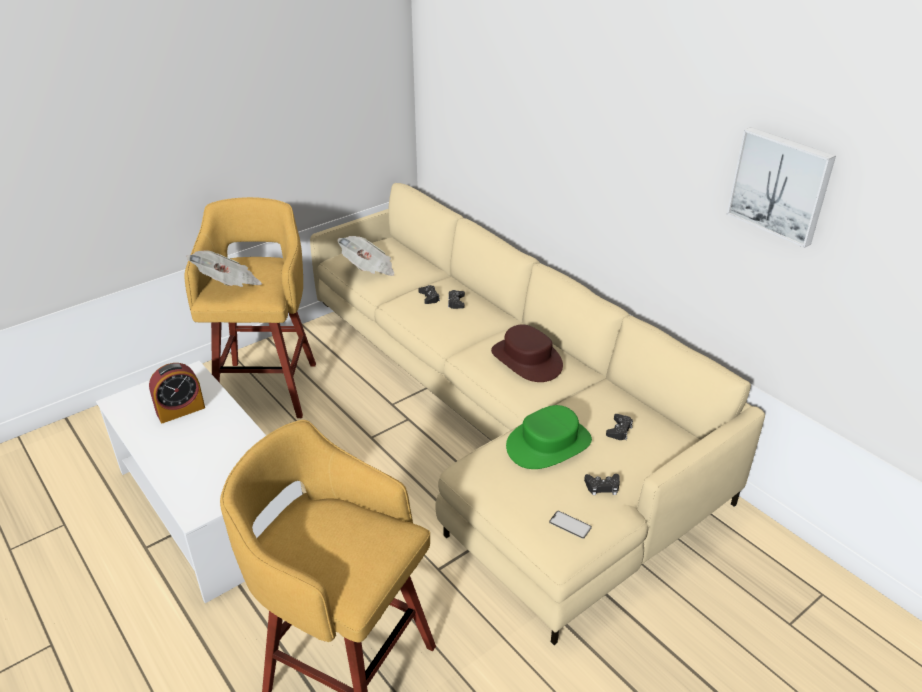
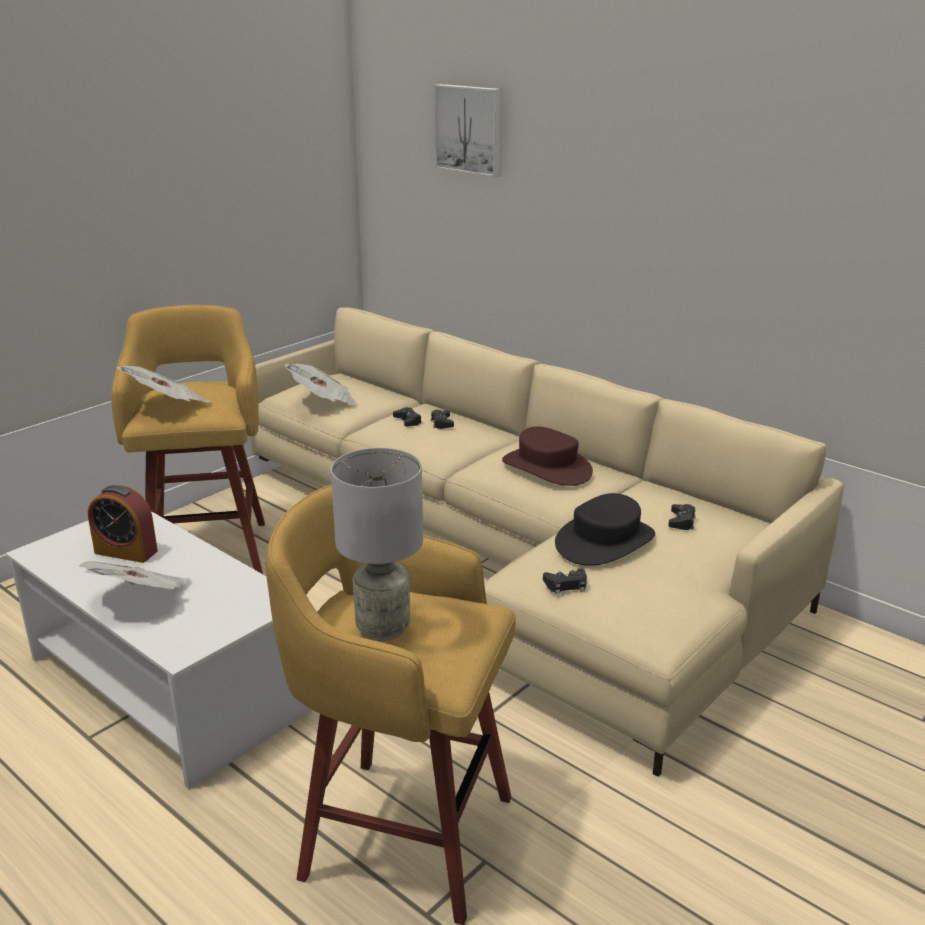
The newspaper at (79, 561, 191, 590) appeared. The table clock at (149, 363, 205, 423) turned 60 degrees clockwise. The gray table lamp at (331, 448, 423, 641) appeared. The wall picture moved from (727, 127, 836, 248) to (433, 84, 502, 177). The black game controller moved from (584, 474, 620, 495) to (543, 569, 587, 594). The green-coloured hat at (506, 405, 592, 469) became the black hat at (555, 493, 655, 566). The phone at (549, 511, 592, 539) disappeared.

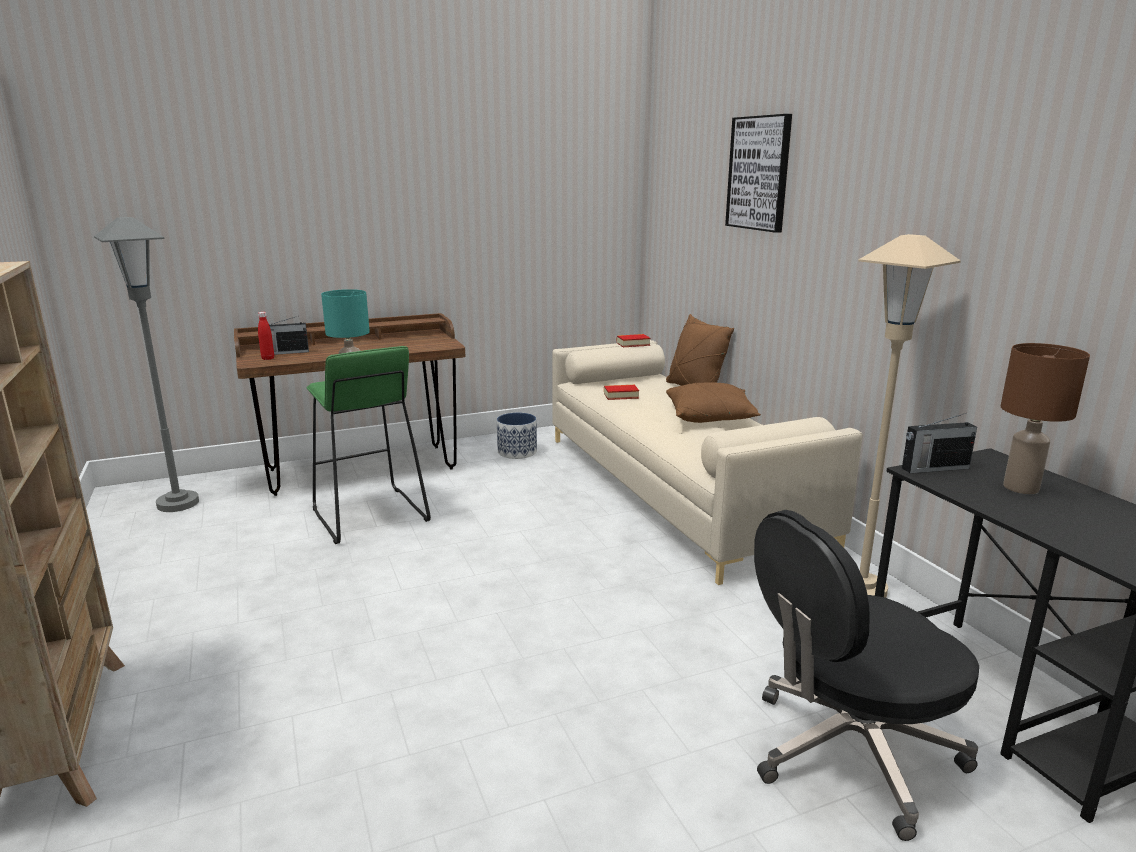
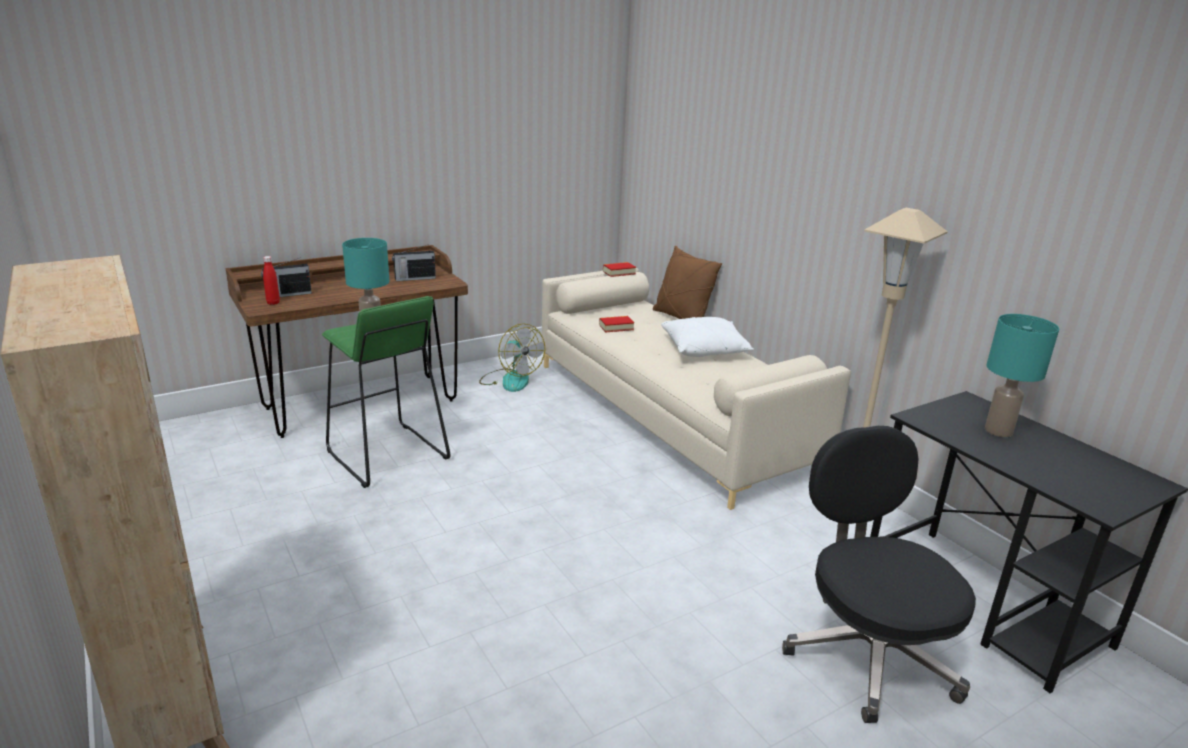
The radio moved from (902, 413, 977, 473) to (392, 245, 436, 281). The plant pot at (497, 413, 537, 459) was replaced by the fan at (479, 323, 545, 392). The brown-coloured throw pillow at (666, 383, 761, 423) became the whitish throw pillow at (661, 317, 754, 357). The black computer chair at (754, 510, 979, 841) turned 105 degrees clockwise. The brown-coloured table lamp at (1001, 343, 1090, 494) became the blue-green table lamp at (985, 314, 1059, 437). The gray standard lamp at (94, 217, 199, 512) disappeared. The wall picture at (725, 114, 792, 233) disappeared.

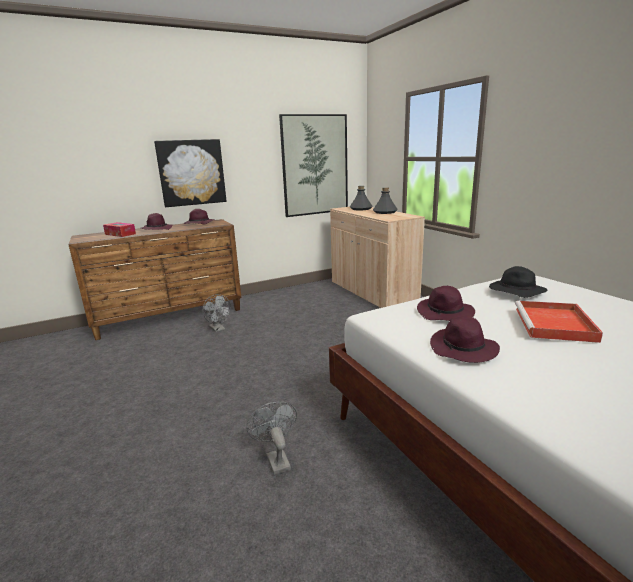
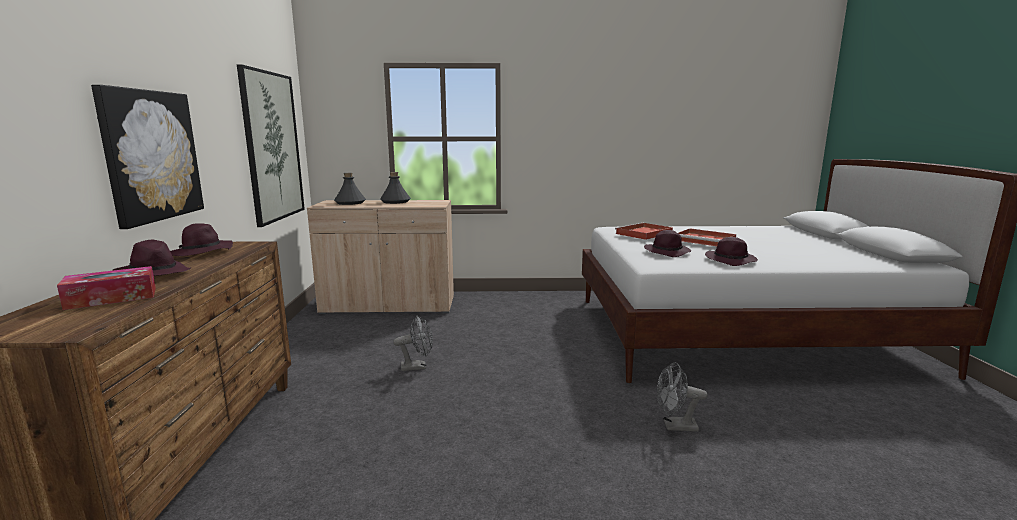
The gray fan moved from (202, 294, 231, 332) to (393, 315, 433, 371). The black hat at (489, 266, 547, 298) was replaced by the reddish serving tray at (615, 223, 673, 240).

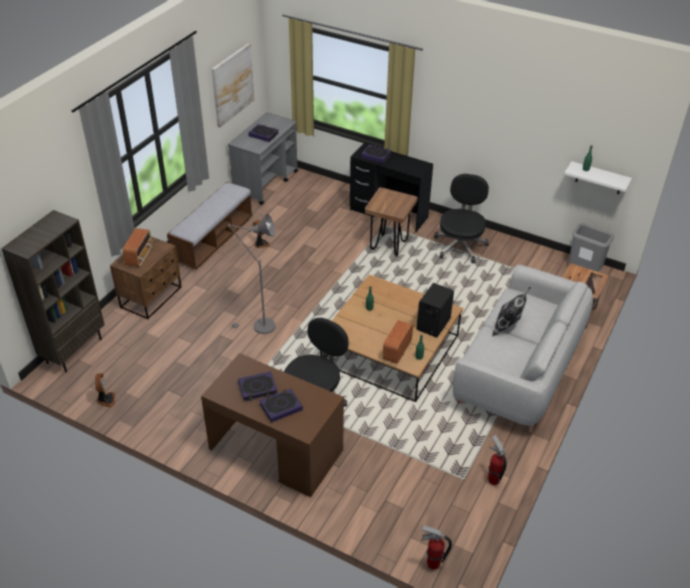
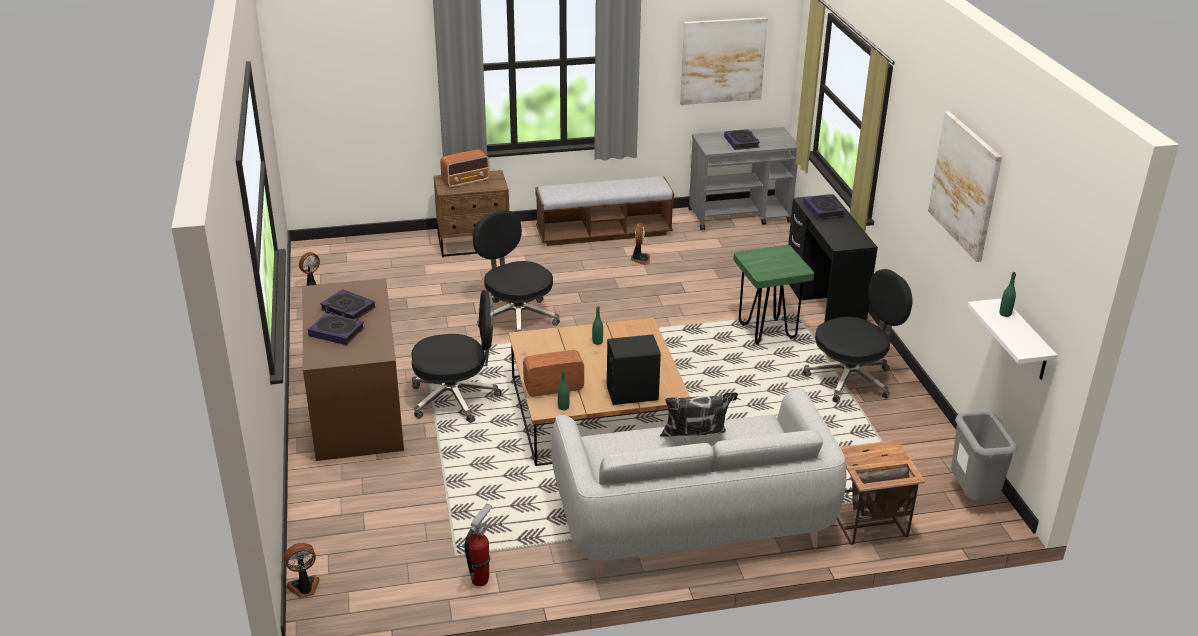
The fire extinguisher at (421, 525, 452, 570) was replaced by the fan at (284, 543, 319, 598). The gray standard lamp at (228, 214, 276, 334) was replaced by the black computer chair at (473, 210, 560, 332). The brown-coloured sitting stool at (365, 187, 417, 256) became the green-coloured sitting stool at (733, 245, 814, 345). The wall picture at (928, 111, 1002, 262) appeared. The brown-coloured bookcase at (1, 210, 105, 373) disappeared.

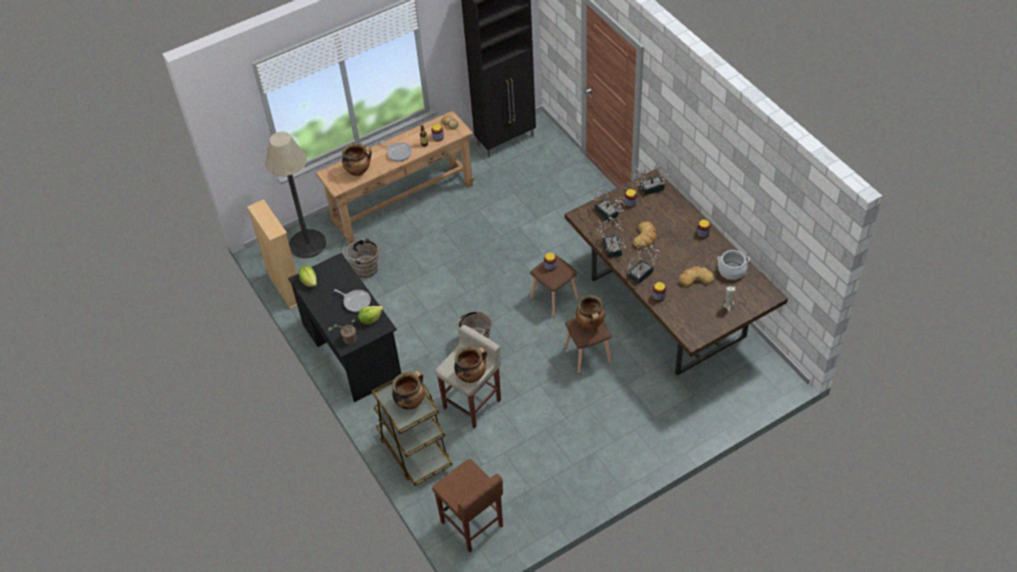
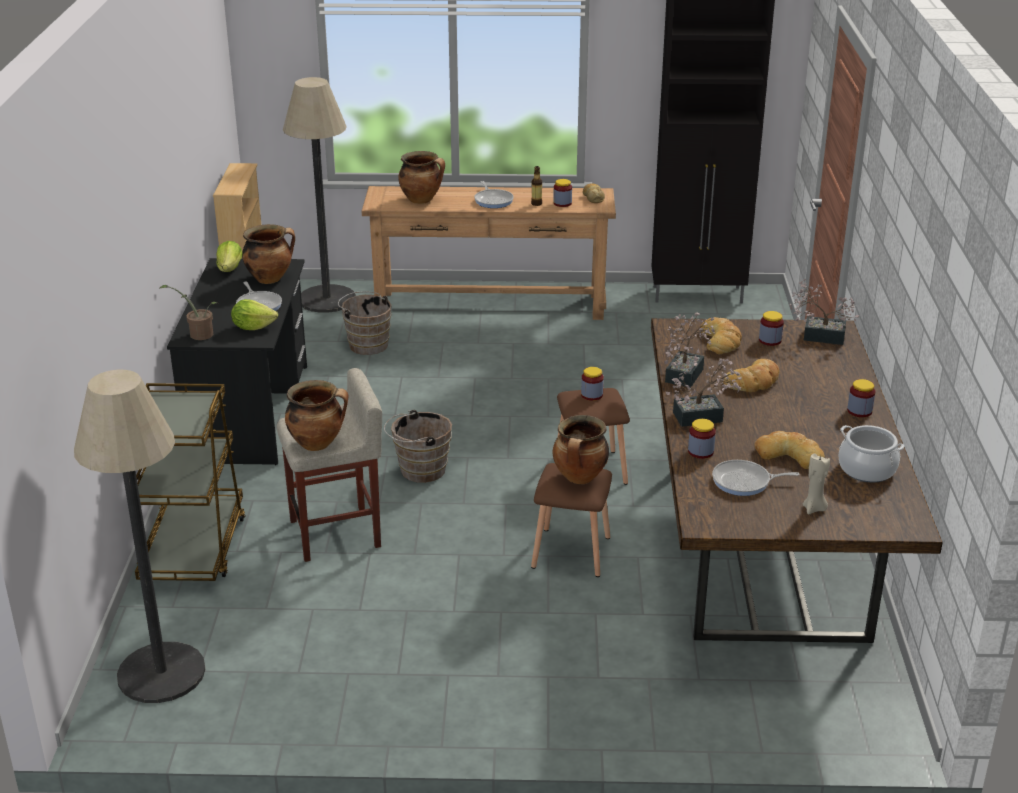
The brown-coloured sitting stool at (432, 459, 503, 552) was replaced by the standard lamp at (74, 370, 206, 703). The saucepot moved from (392, 371, 425, 410) to (242, 224, 295, 284). The houseplant at (591, 189, 627, 222) was replaced by the bread at (700, 317, 742, 354). The pan at (712, 460, 799, 496) appeared.

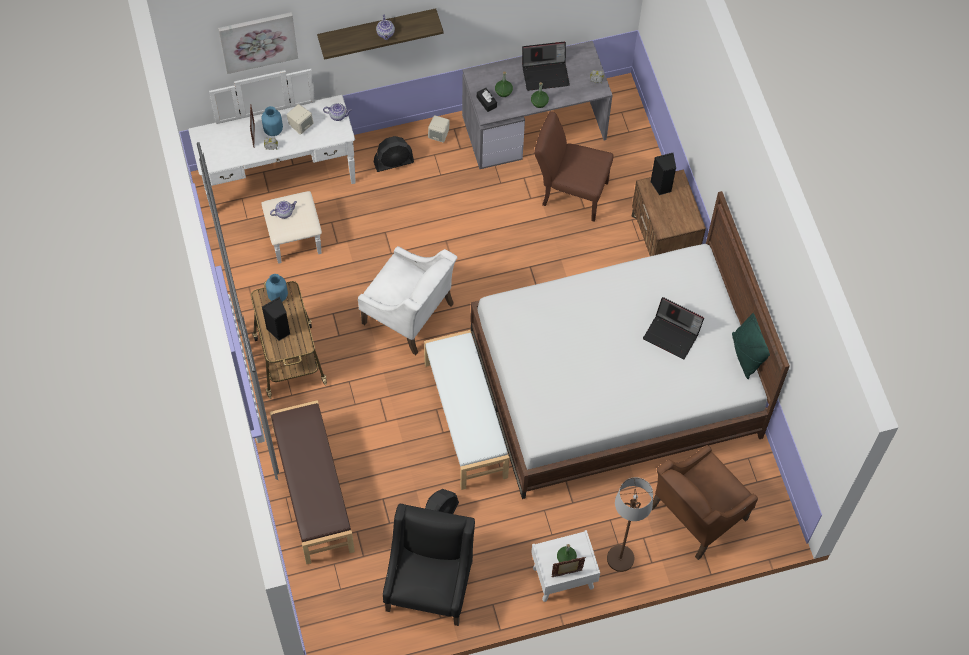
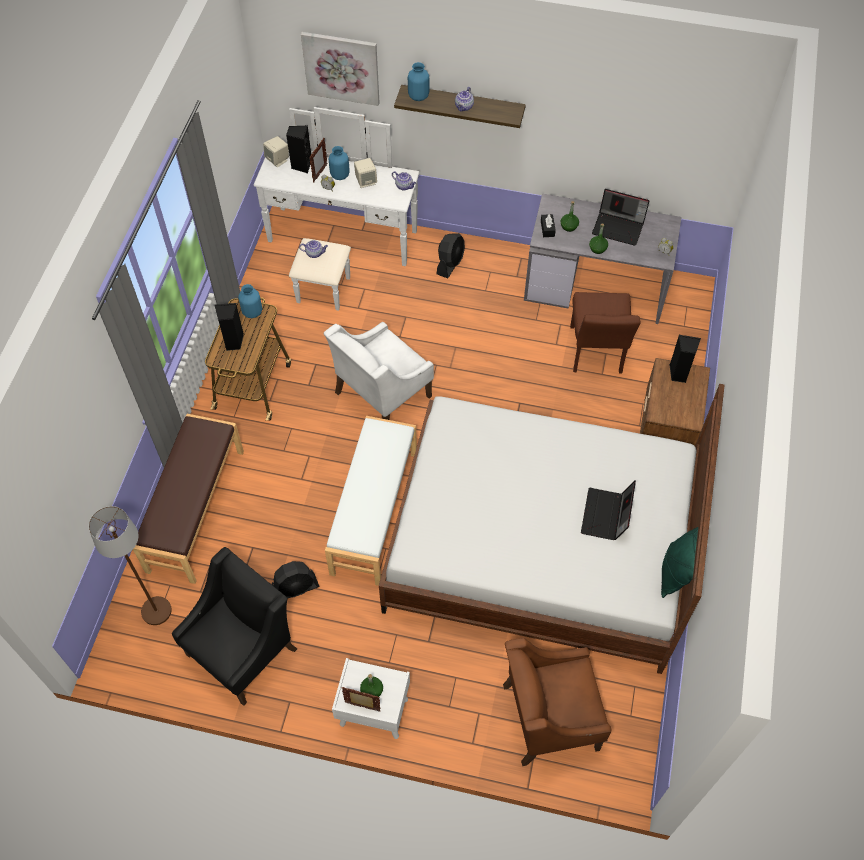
The brown-coloured standard lamp moved from (607, 477, 653, 572) to (89, 506, 172, 625). The sand-coloured speaker moved from (428, 115, 450, 143) to (263, 136, 289, 168). The black speaker at (286, 125, 311, 173) appeared. The whitish lounge chair at (358, 246, 457, 355) turned 75 degrees clockwise. The blue-coloured flower vase at (408, 62, 429, 101) appeared. The black fan at (374, 136, 414, 172) turned 75 degrees counterclockwise. The brown-coloured upright chair at (534, 111, 614, 222) turned 135 degrees counterclockwise. The notebook computer at (643, 297, 704, 359) turned 45 degrees clockwise.

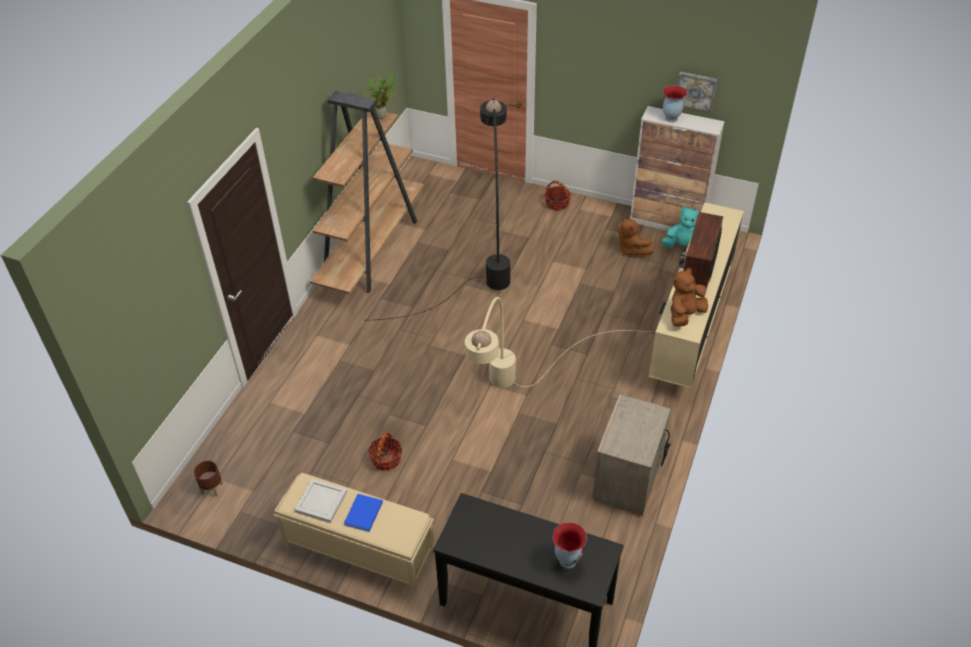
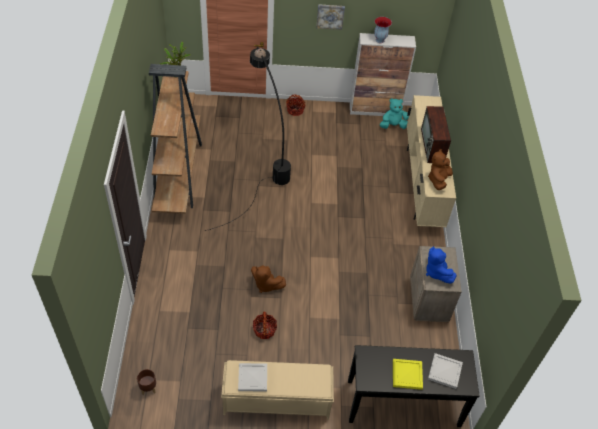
The brown-coloured soft toy moved from (617, 217, 655, 256) to (251, 265, 286, 293). The wall picture moved from (678, 72, 717, 113) to (316, 4, 345, 30). The yellow serving tray at (393, 359, 423, 390) appeared. The blue-coloured soft toy at (426, 246, 456, 284) appeared. The flower vase at (553, 522, 587, 568) was replaced by the whitish serving tray at (428, 353, 463, 389). The blue-coloured bound book at (344, 494, 383, 532) disappeared. The sand-coloured standard lamp at (465, 297, 649, 388) disappeared.

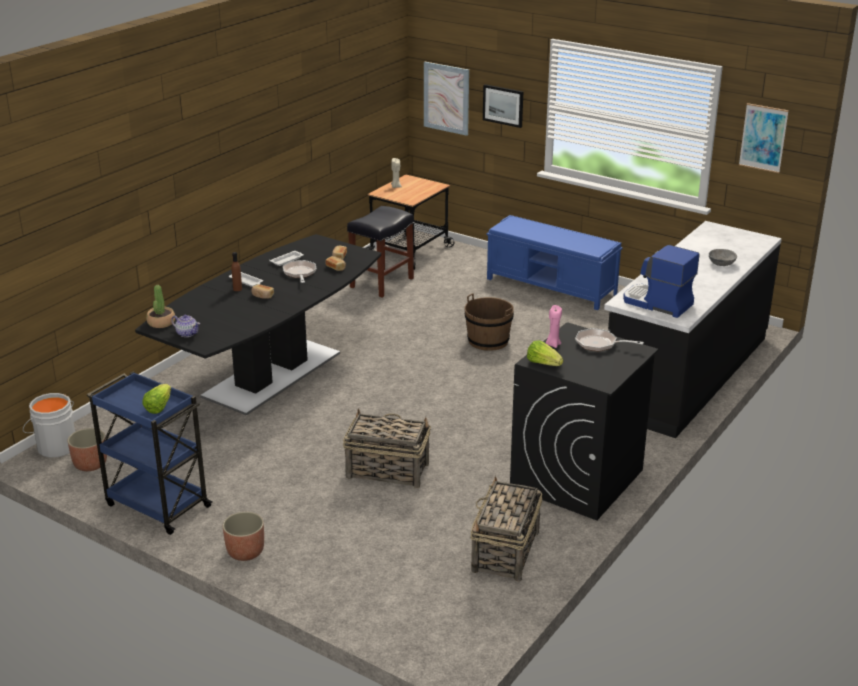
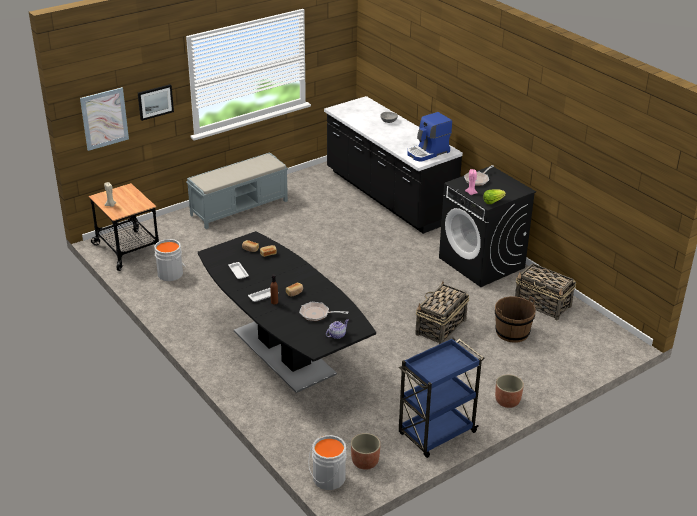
The black sitting stool at (347, 206, 414, 298) was replaced by the gray bucket at (154, 239, 186, 281). The blue-coloured long seat at (487, 215, 623, 310) became the gray long seat at (186, 152, 288, 229). The pan moved from (283, 260, 316, 283) to (299, 302, 348, 321). The brown-coloured bucket moved from (464, 293, 514, 351) to (495, 296, 536, 343). The lettuce head at (142, 384, 171, 414) disappeared. The houseplant at (146, 285, 175, 328) disappeared. The wall picture at (739, 103, 789, 173) disappeared.

